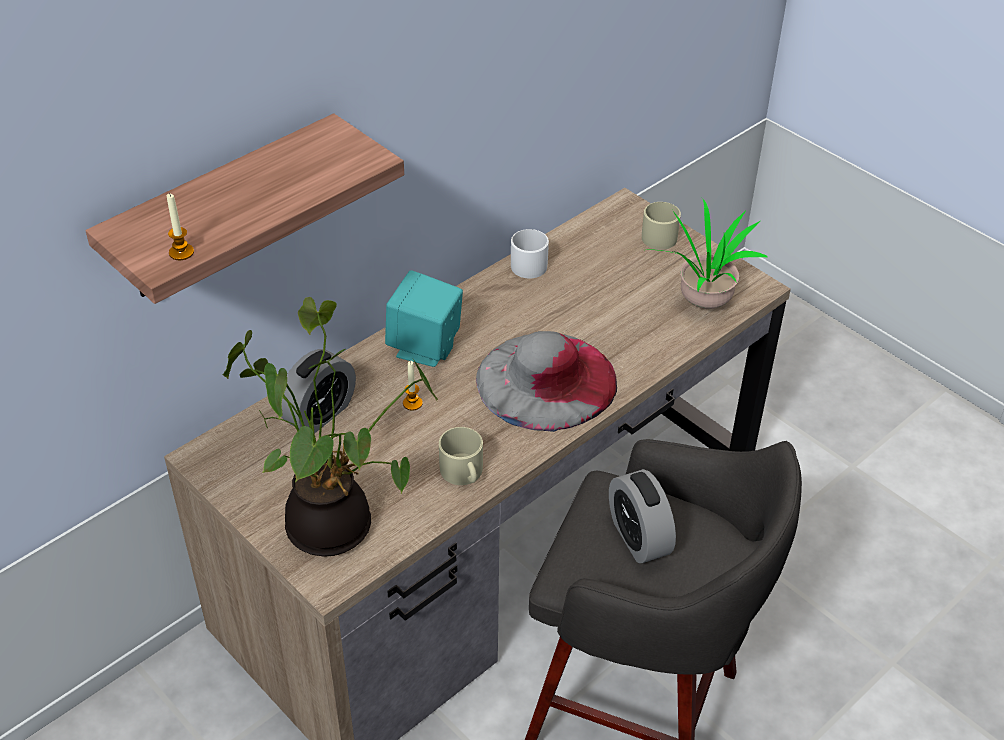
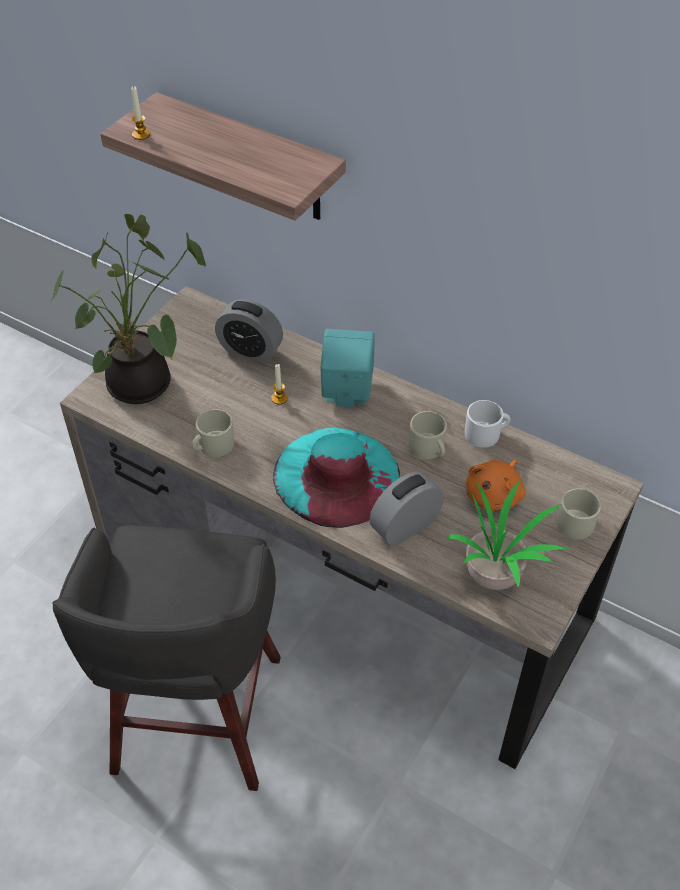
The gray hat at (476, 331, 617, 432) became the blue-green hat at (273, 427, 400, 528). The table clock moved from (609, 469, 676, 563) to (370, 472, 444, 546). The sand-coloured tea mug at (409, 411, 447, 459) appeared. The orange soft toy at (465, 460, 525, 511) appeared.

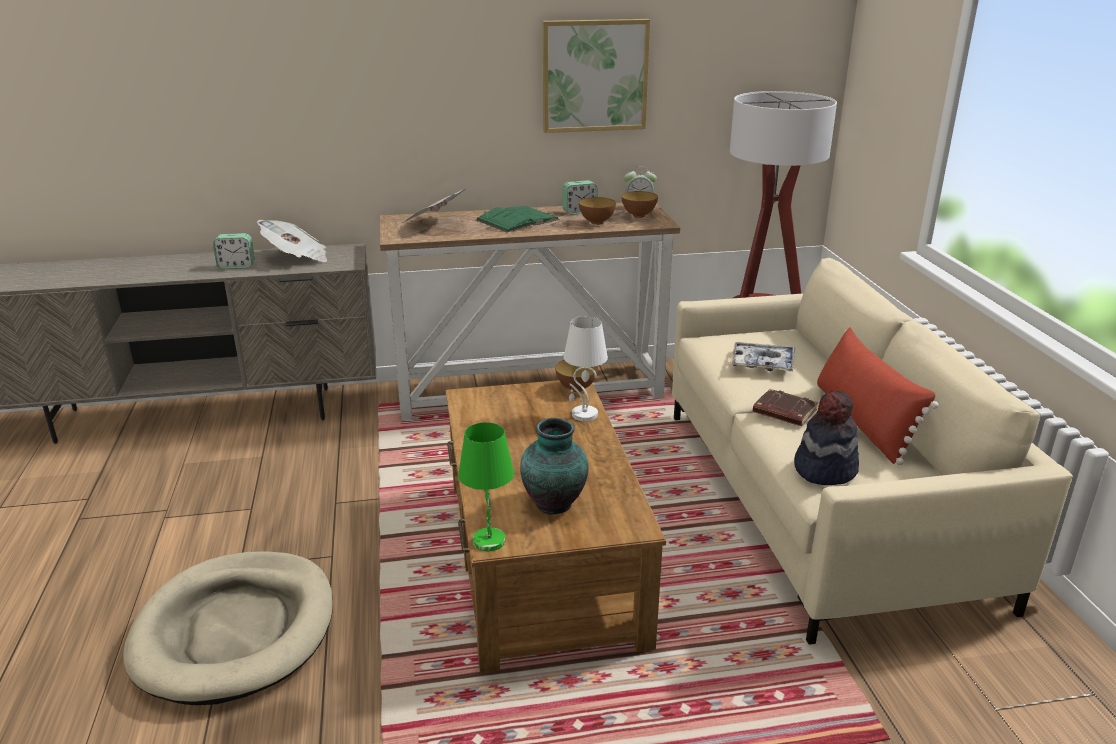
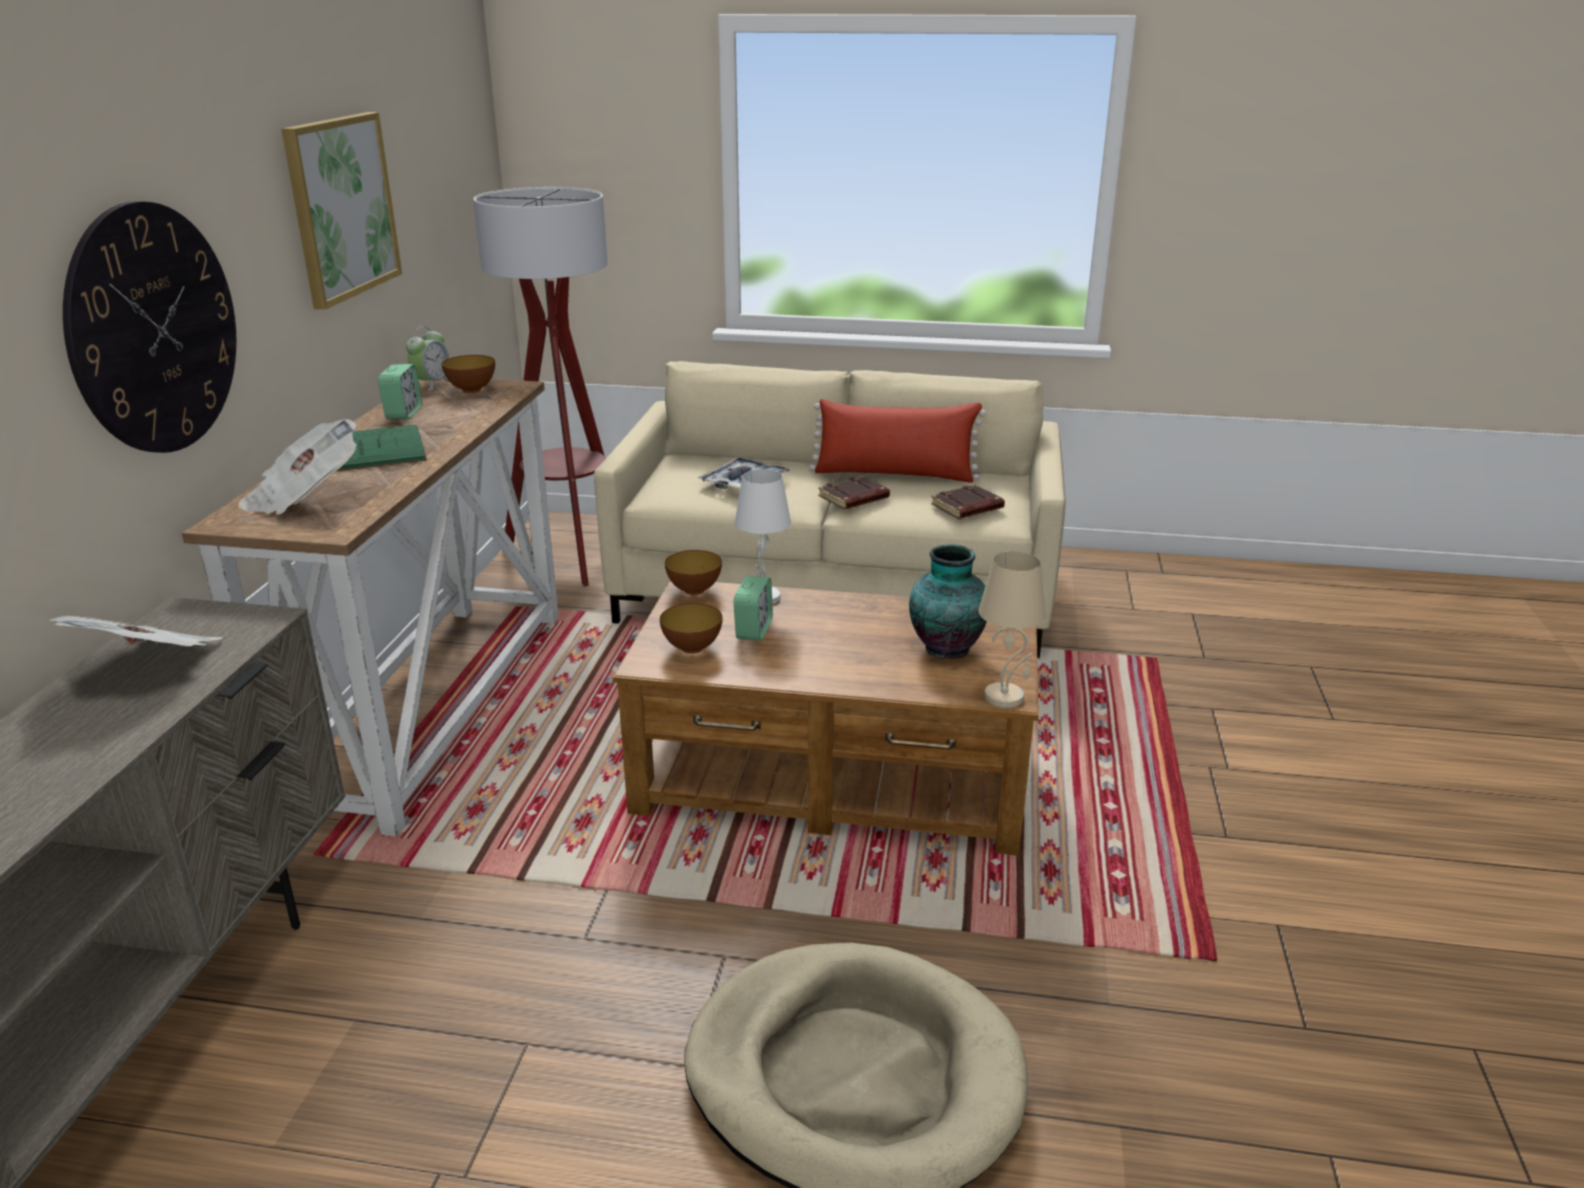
The wall clock at (63, 201, 236, 453) appeared. The serving bowl moved from (579, 197, 616, 225) to (660, 603, 722, 654). The table clock moved from (213, 233, 254, 269) to (734, 576, 773, 640). The hat at (794, 391, 859, 485) was replaced by the brown-coloured bound book at (931, 485, 1005, 519). The green-coloured table lamp at (458, 422, 514, 551) became the sand-coloured table lamp at (979, 551, 1046, 708).

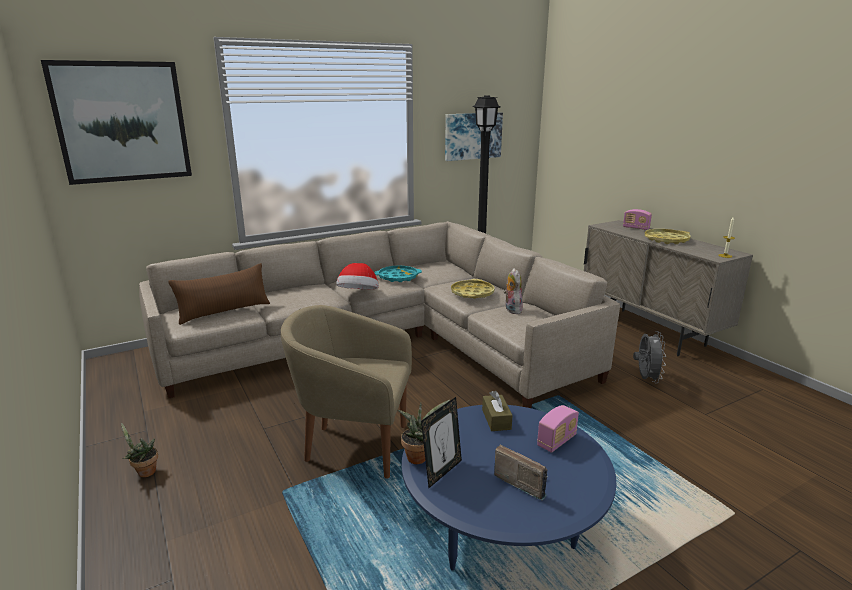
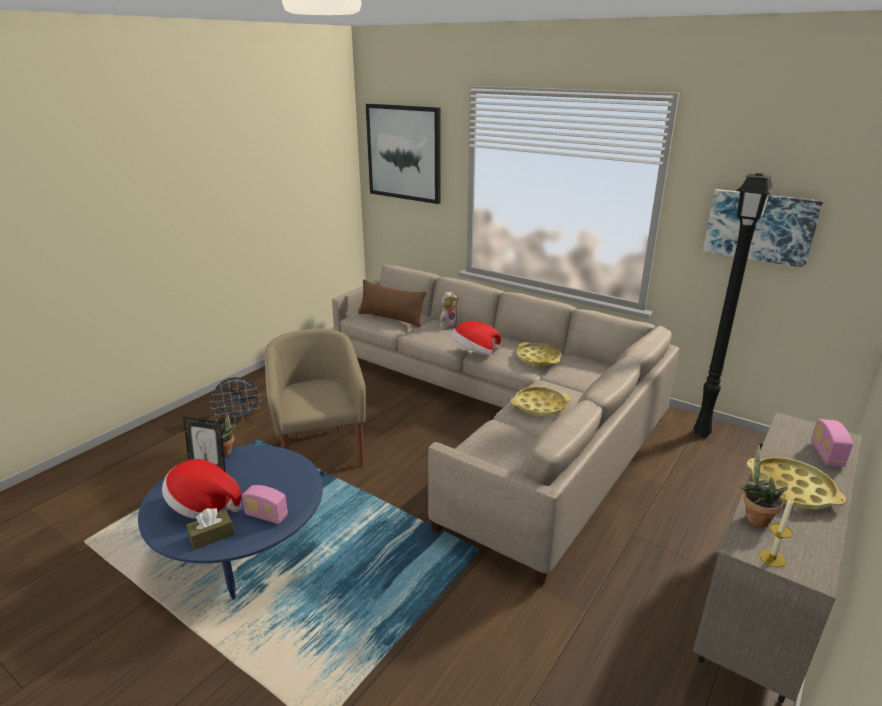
The radio at (494, 444, 548, 501) was replaced by the hat at (162, 459, 242, 519). The brown-coloured box of tissues moved from (482, 391, 513, 431) to (186, 508, 234, 550). The gray fan moved from (633, 331, 666, 383) to (211, 377, 261, 423). The soft toy moved from (504, 268, 523, 314) to (440, 291, 459, 330). The blue-green serving tray at (374, 266, 422, 282) became the yellow serving tray at (517, 342, 561, 366). The houseplant moved from (121, 423, 158, 478) to (739, 445, 788, 527).

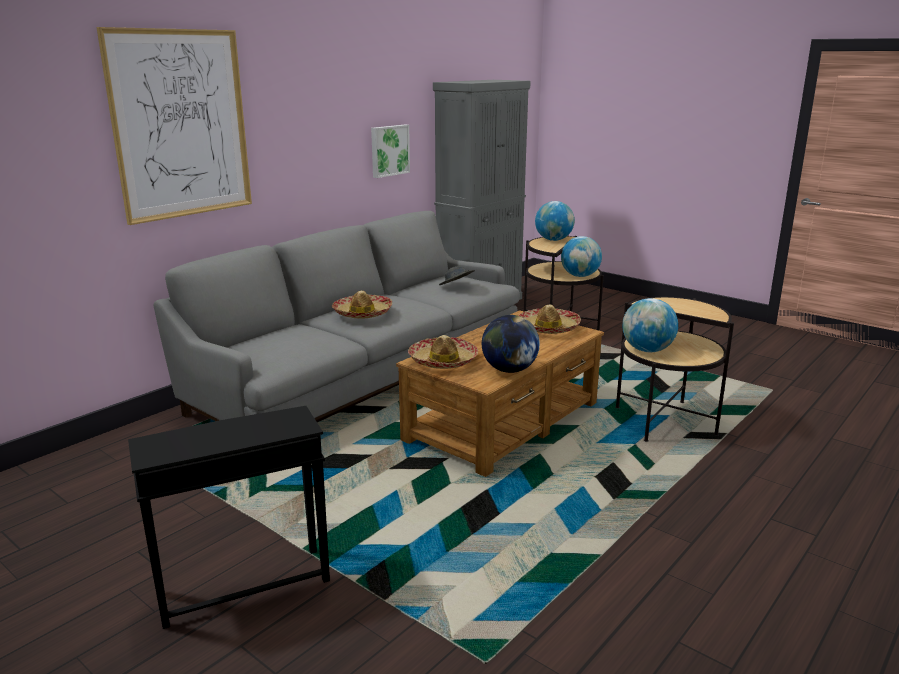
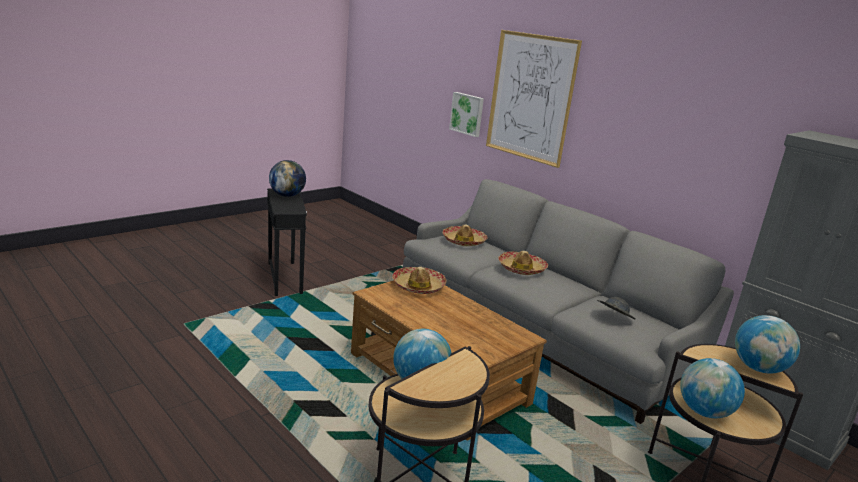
The globe moved from (482, 315, 540, 373) to (269, 160, 306, 197). The hat moved from (519, 304, 581, 334) to (442, 225, 488, 246). The wall picture moved from (371, 125, 410, 178) to (449, 92, 484, 137).

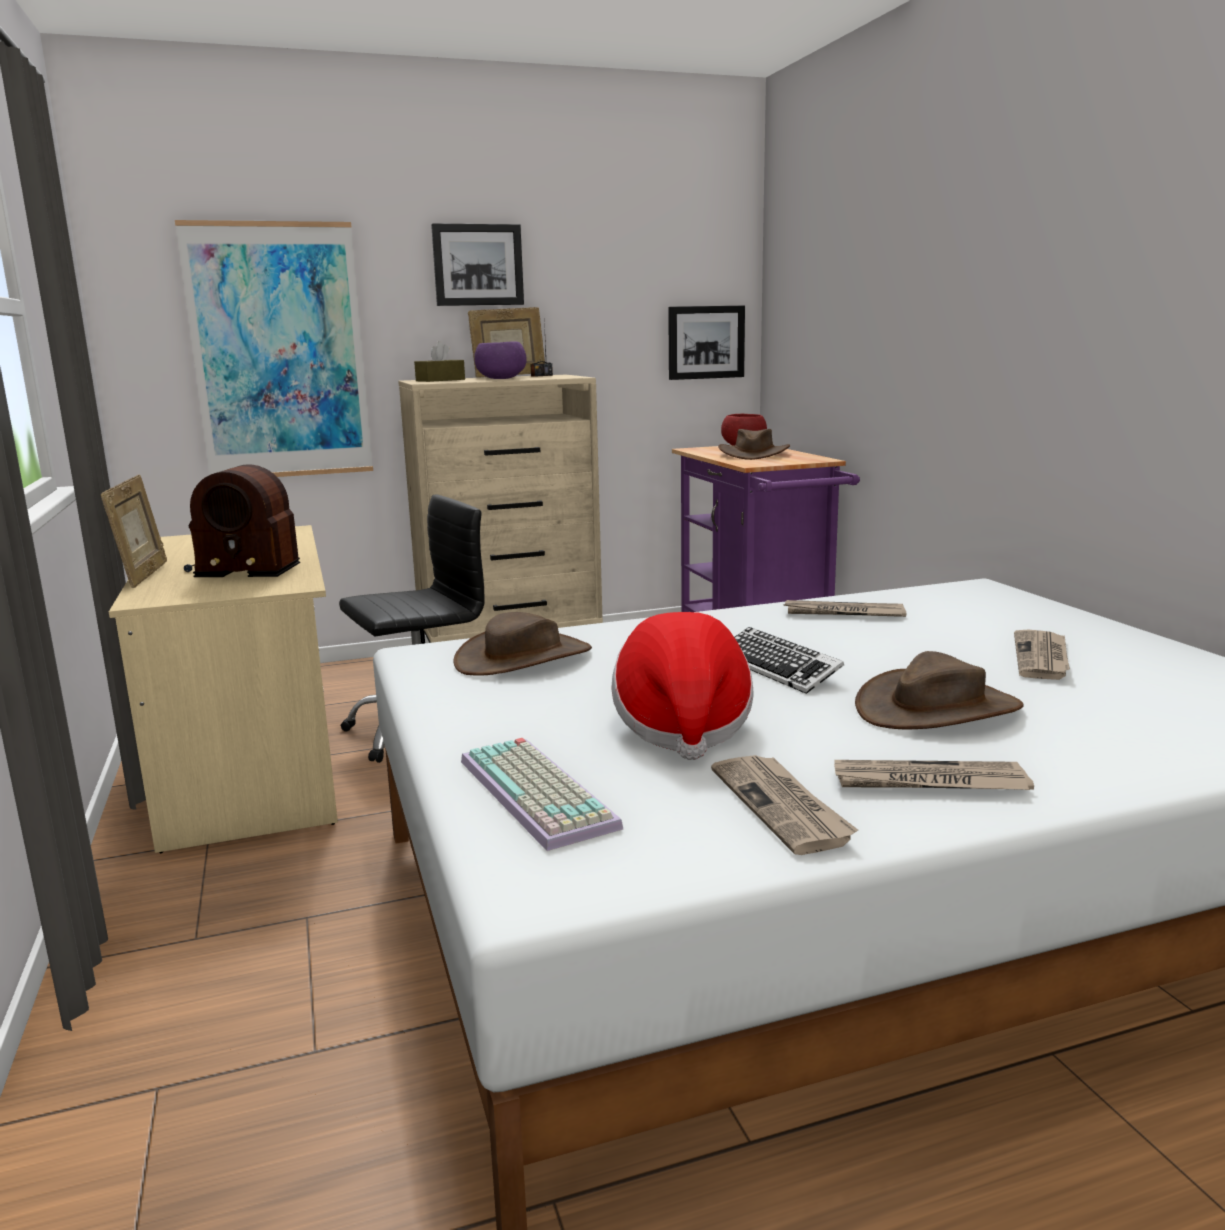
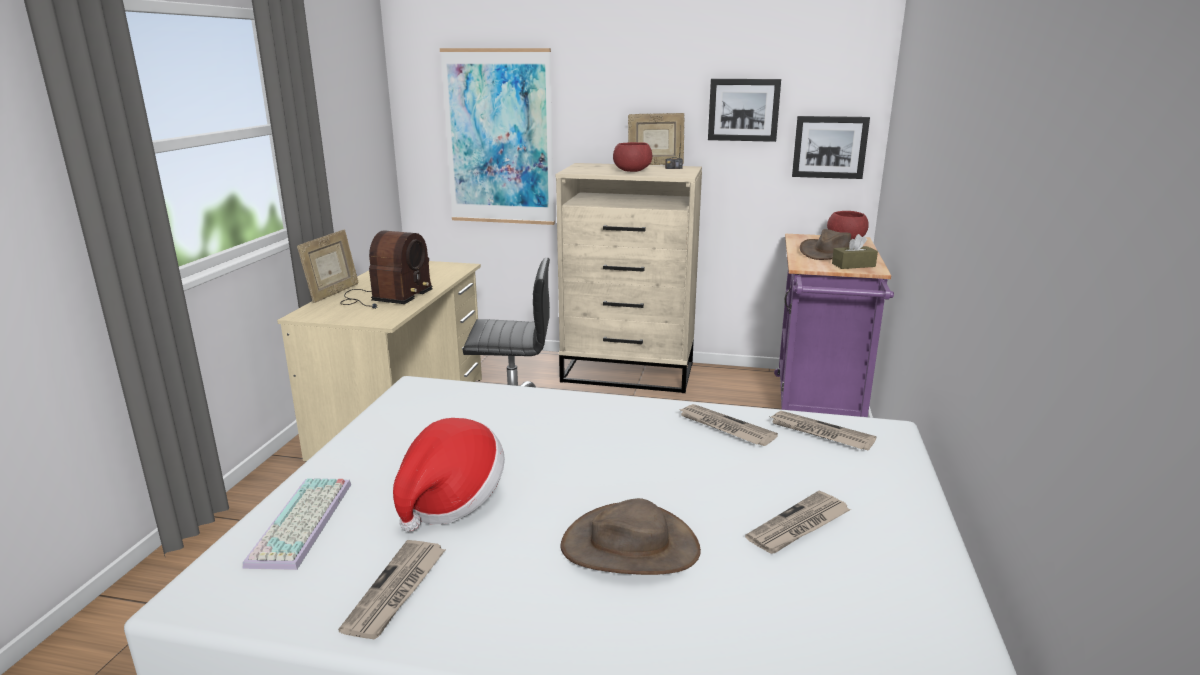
The radio at (184, 464, 300, 577) turned 105 degrees counterclockwise. The purple serving bowl at (474, 342, 527, 379) became the reddish serving bowl at (613, 142, 652, 172). The wall picture moved from (431, 223, 524, 306) to (708, 79, 781, 142). The newspaper moved from (834, 760, 1034, 790) to (771, 411, 876, 450). The brown-coloured box of tissues moved from (414, 341, 465, 382) to (832, 234, 878, 269). The brown-coloured hat at (454, 612, 592, 676) disappeared. The PC keyboard at (734, 627, 844, 694) disappeared.

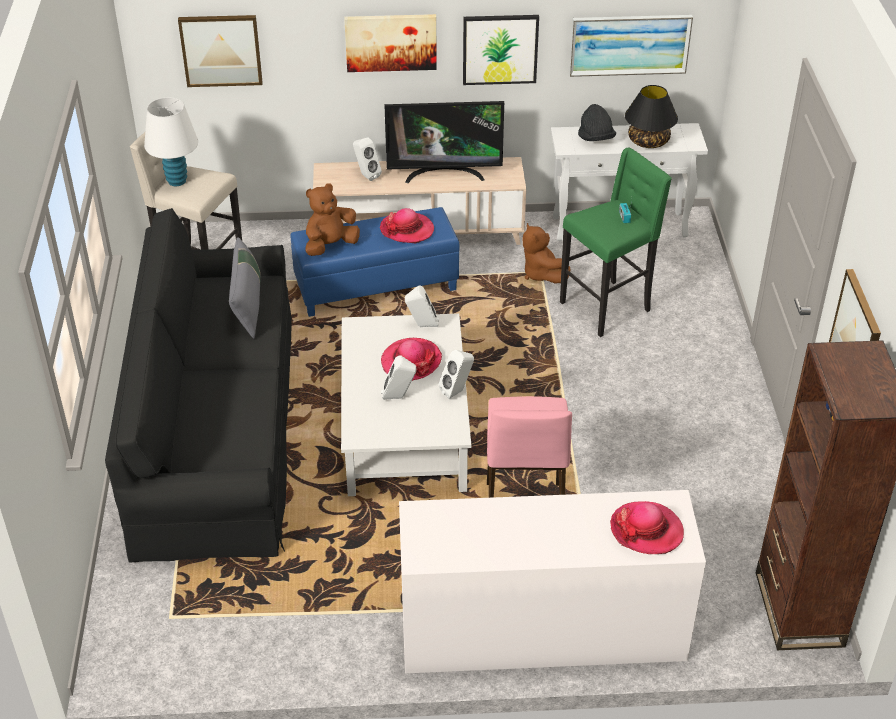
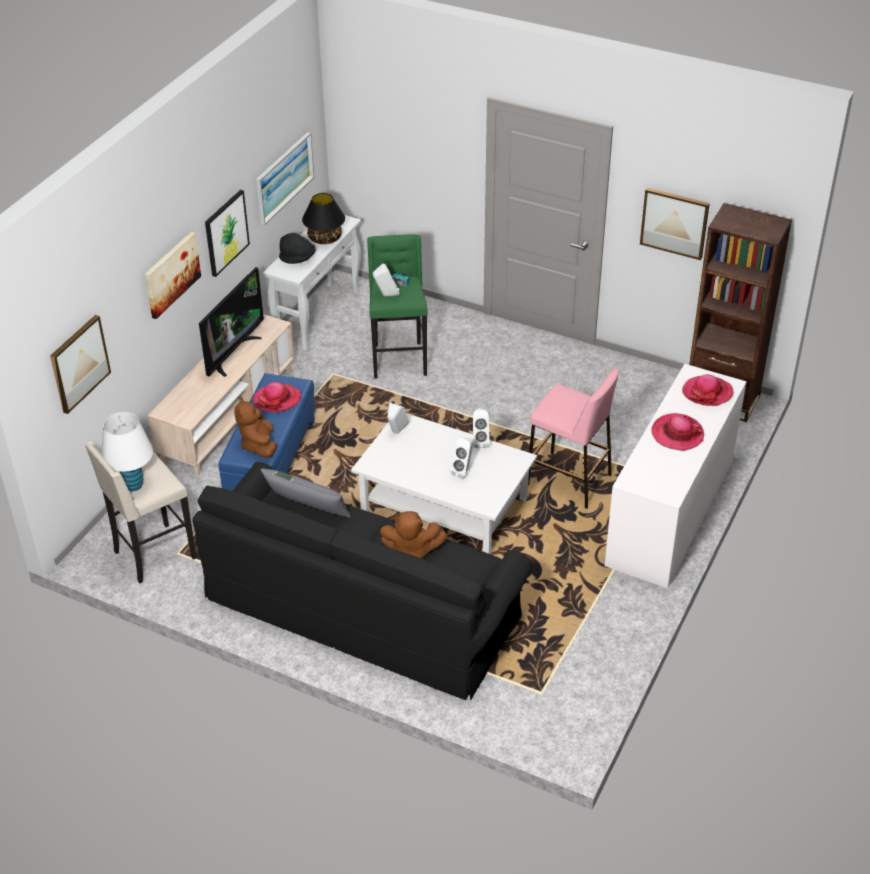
The whitish speaker moved from (353, 137, 382, 181) to (373, 263, 400, 297). The brown-coloured soft toy moved from (522, 223, 571, 283) to (380, 511, 447, 559). The hat moved from (381, 338, 442, 381) to (651, 413, 704, 451).

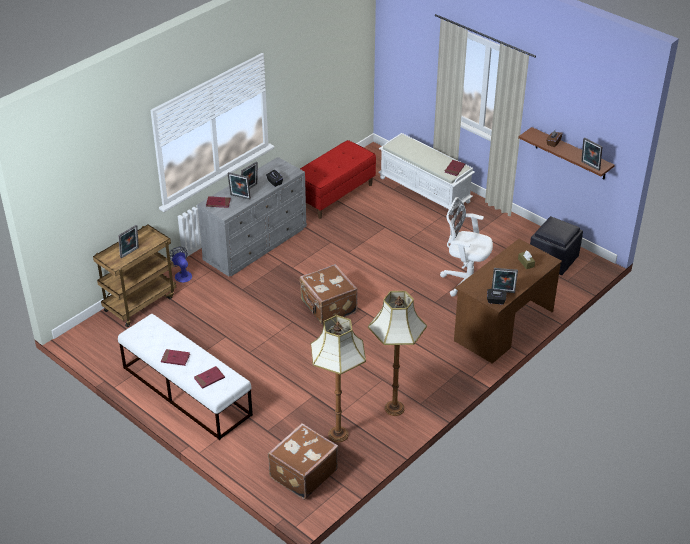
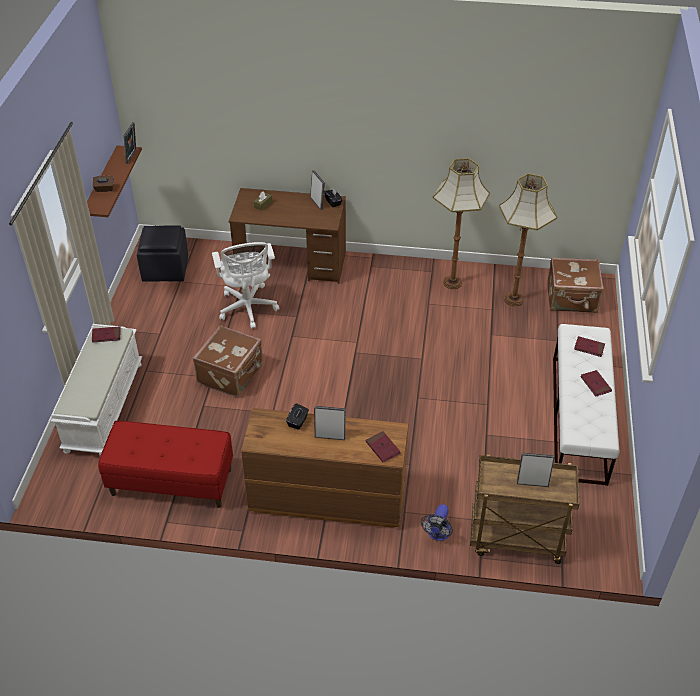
The brown-coloured piece of luggage moved from (300, 264, 358, 325) to (193, 325, 263, 397). The gray dresser at (197, 157, 307, 276) became the brown-coloured dresser at (241, 408, 408, 528). The picture frame at (227, 172, 251, 200) disappeared.

